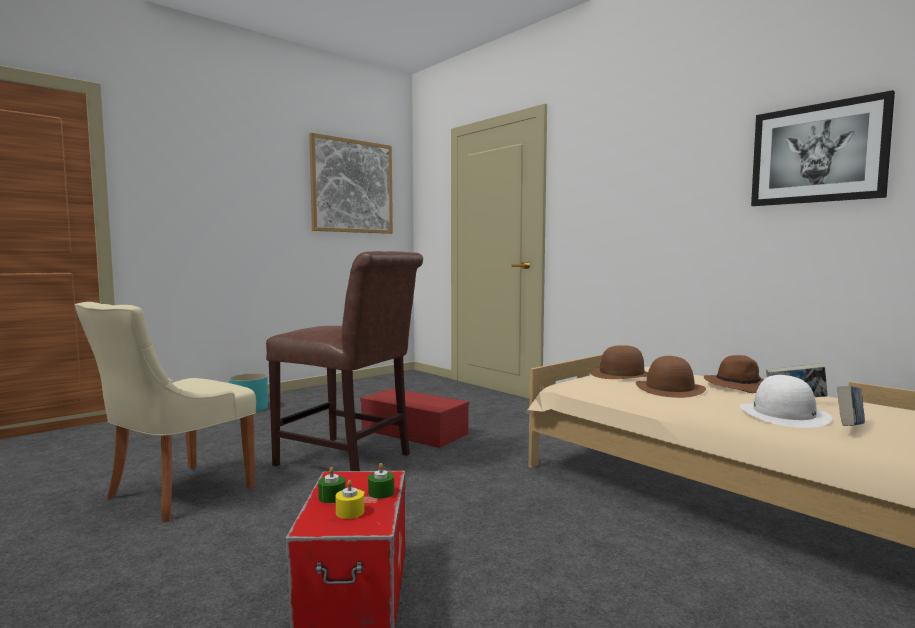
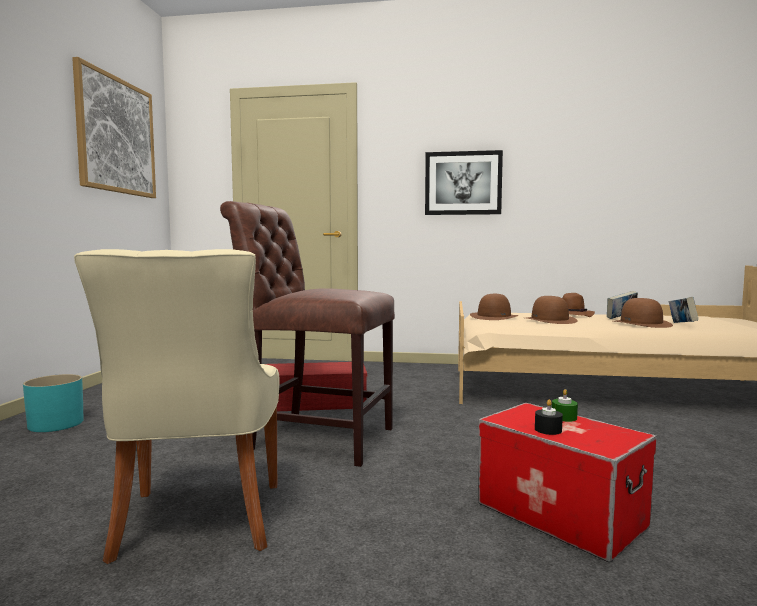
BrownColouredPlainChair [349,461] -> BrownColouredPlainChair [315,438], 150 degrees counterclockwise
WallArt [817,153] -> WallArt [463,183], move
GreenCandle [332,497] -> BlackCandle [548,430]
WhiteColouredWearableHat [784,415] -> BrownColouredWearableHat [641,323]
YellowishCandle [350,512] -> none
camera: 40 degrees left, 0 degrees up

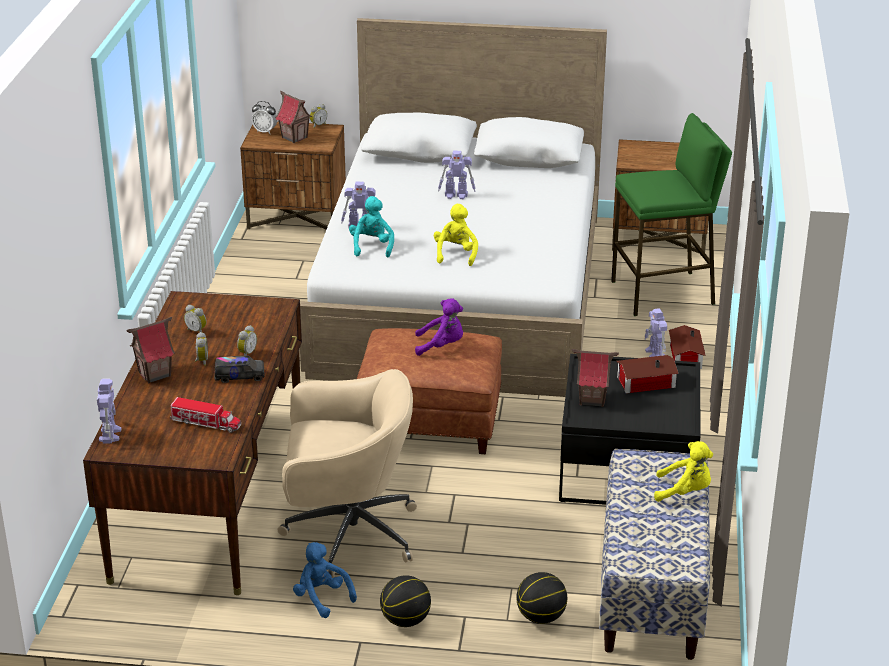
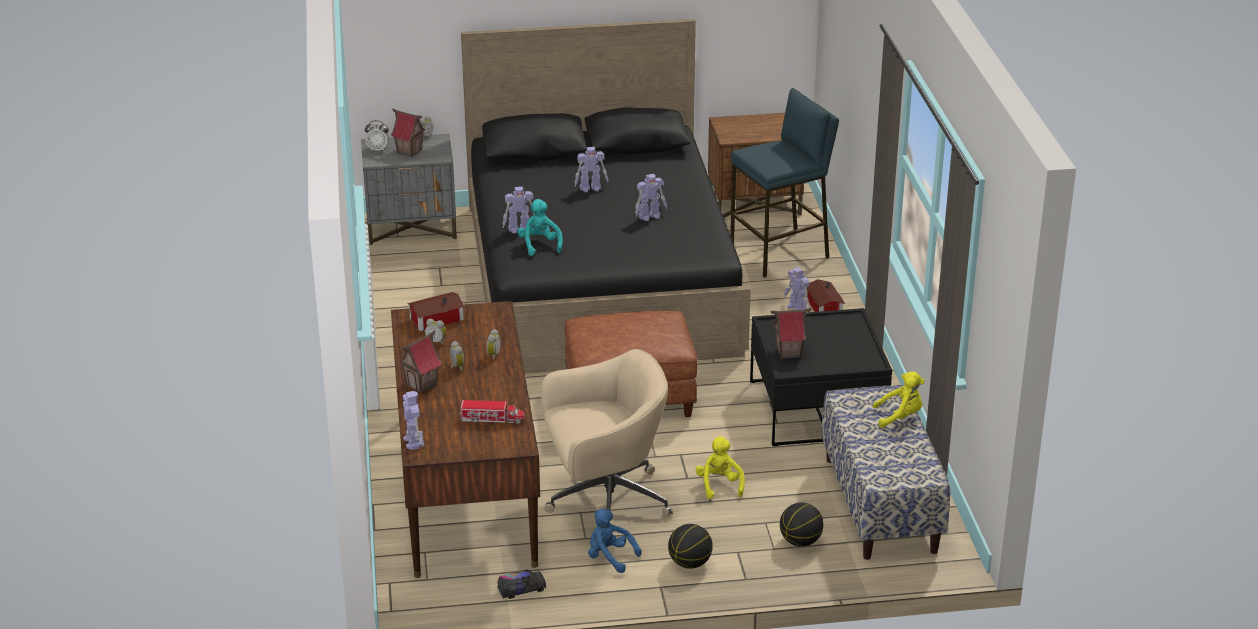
BrownColouredNightTable [297,217] -> GrayNightTable [412,227]
ModelHouse [644,381] -> ModelHouse [434,319], move
WhiteColouredBedroomBed [461,293] -> BlackBedroomBed [601,278]
ToyLorry [239,376] -> ToyLorry [521,590], move
none -> ModelRobot [650,216]
YellowishSoftToy [456,254] -> YellowishSoftToy [719,485], move
GreenStoolSeat [663,293] -> BlueStoolSeat [780,253]
PurpleColouredSoftToy [441,346] -> none
camera: 15 degrees left, 0 degrees up

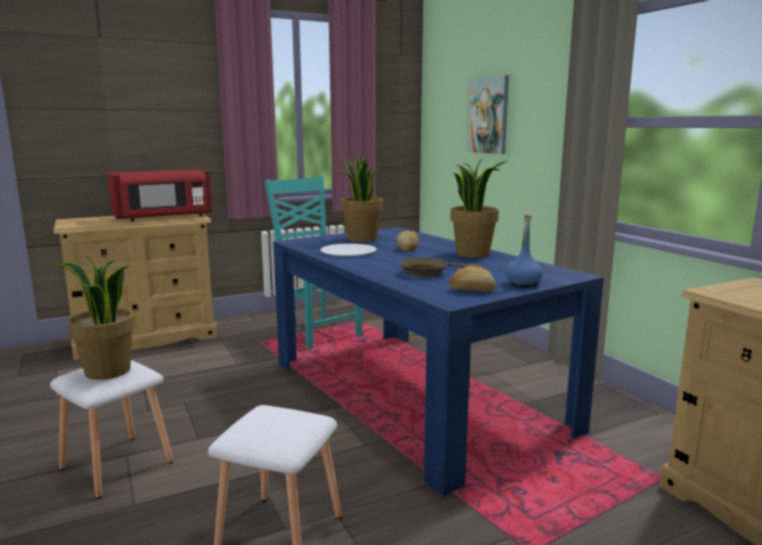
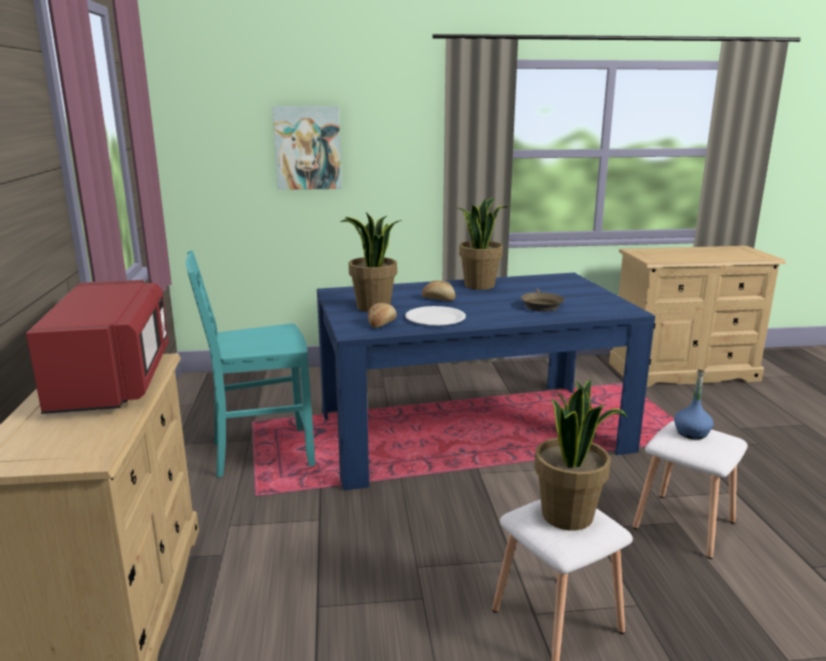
BakedBread [472,290] -> BakedBread [381,324], move
BlueBottle [523,284] -> BlueBottle [691,433], move
camera: 70 degrees left, 5 degrees up

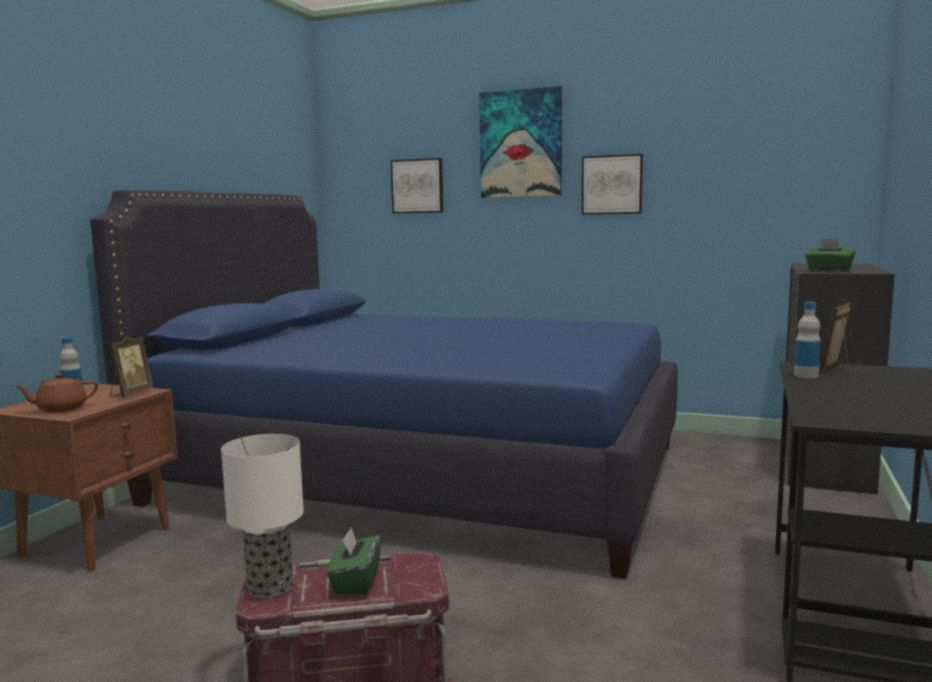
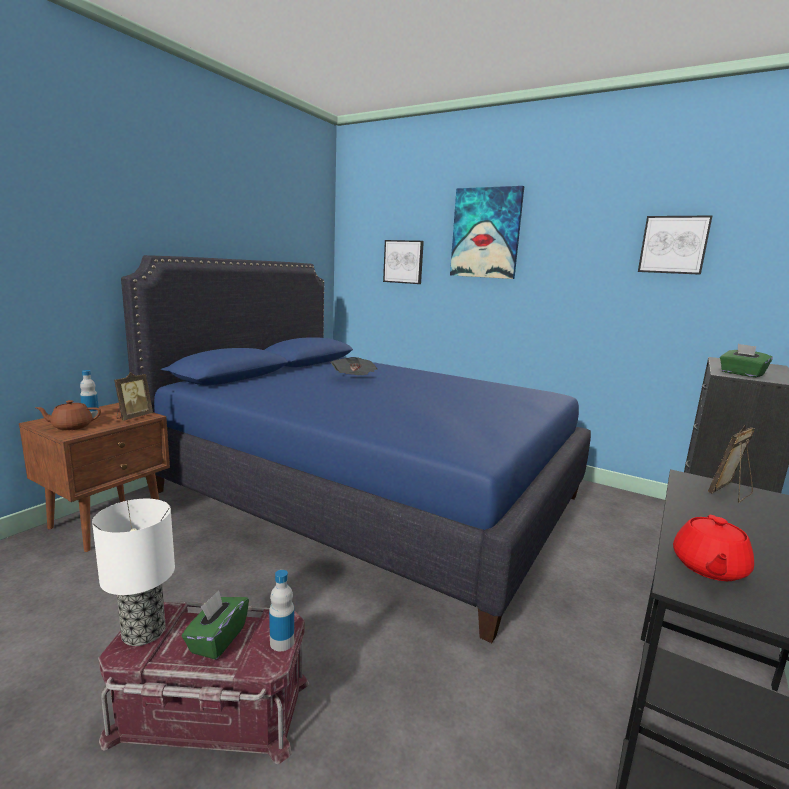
Bottle [806,375] -> Bottle [282,642], move
none -> Newspaper [354,379]
WallArt [612,185] -> WallArt [673,245], move
none -> ReddishPotForTea [708,568]
camera: 10 degrees right, 5 degrees up

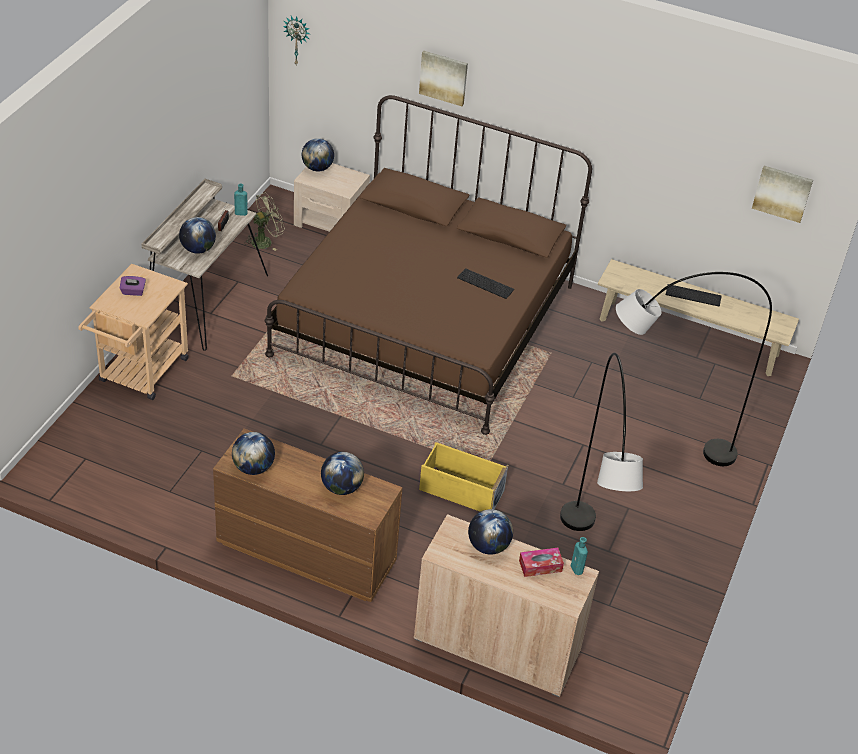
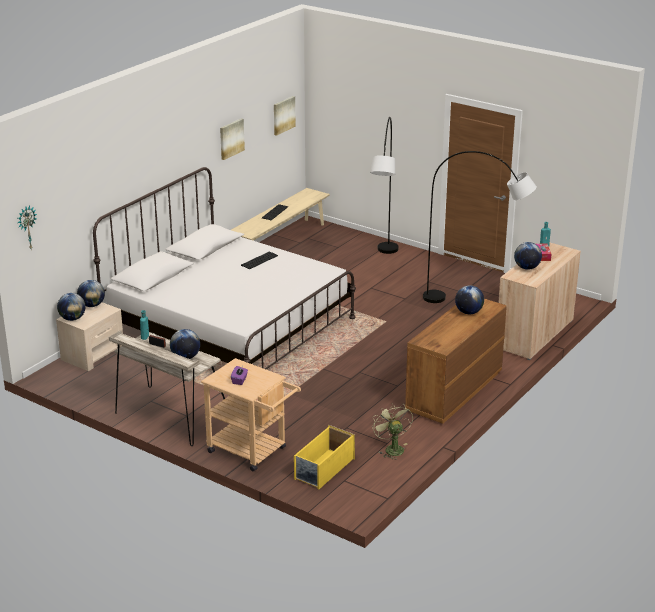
Globe [253,468] -> Globe [92,305], move
BrownColouredBedroomBed [425,320] -> WhiteColouredBedroomBed [229,327]
WallArt [443,77] -> WallArt [231,138], move
YellowishStorageBin [461,490] -> YellowishStorageBin [324,469], move
GreenFan [265,241] -> GreenFan [392,448], move
camera: 75 degrees left, 15 degrees down

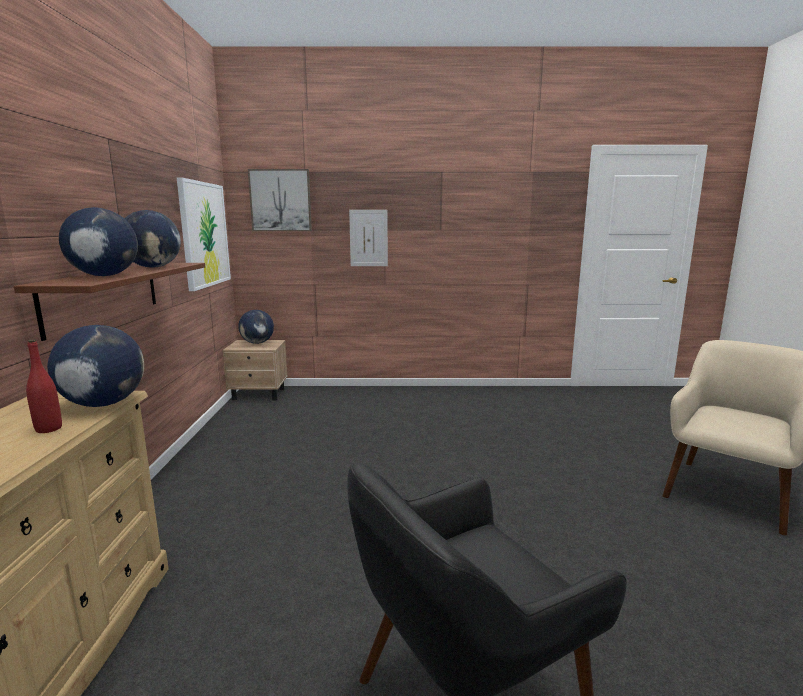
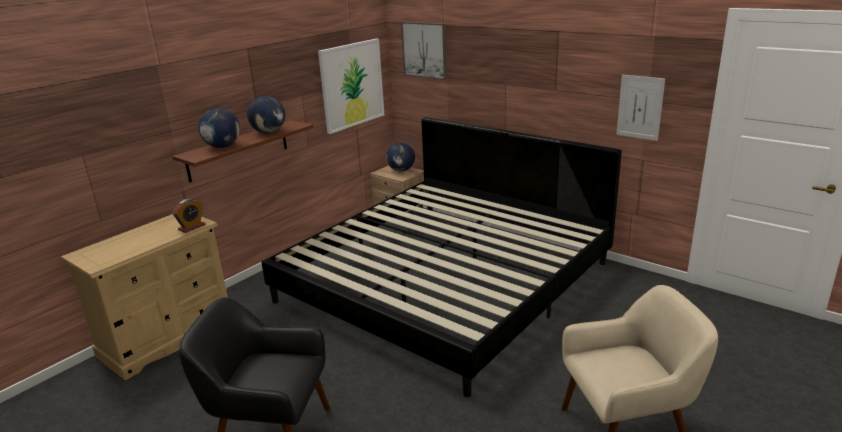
Globe [104,404] -> TableClock [191,227]
none -> BedroomBed [445,281]
WallArt [368,238] -> WallArt [640,107], move
ReddishBottle [49,429] -> none
camera: 40 degrees right, 10 degrees up

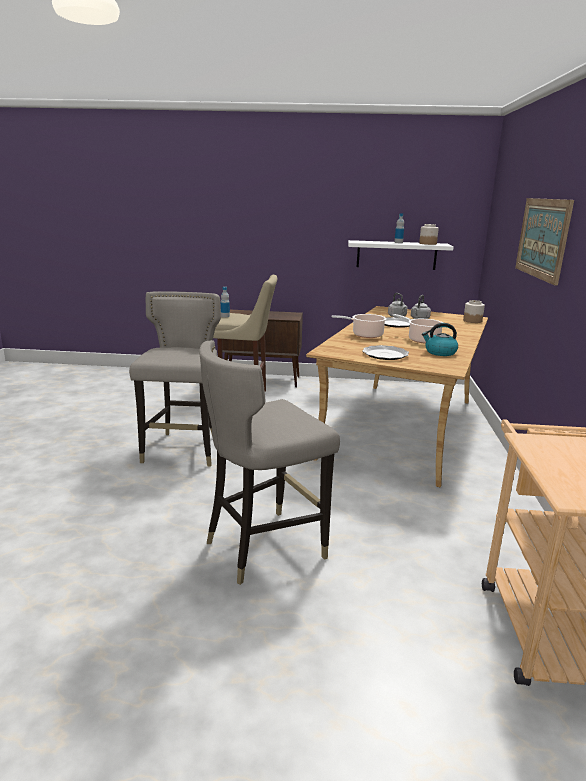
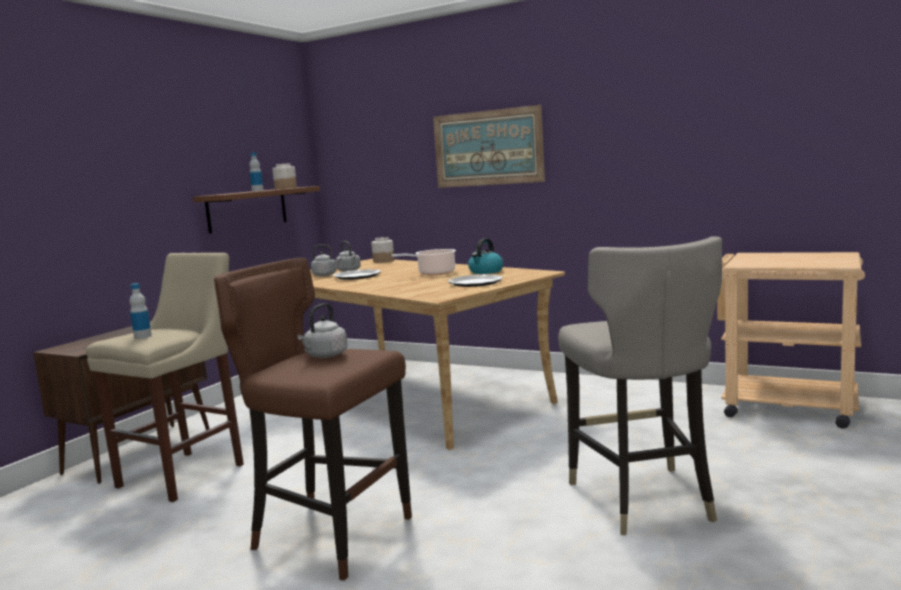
WhiteColouredShelf [396,255] -> BrownColouredShelf [247,209]
GrayStoolSeat [184,449] -> BrownColouredStoolSeat [330,536]
none -> GrayKettle [325,356]
Saucepot [365,335] -> none
camera: 65 degrees left, 10 degrees down

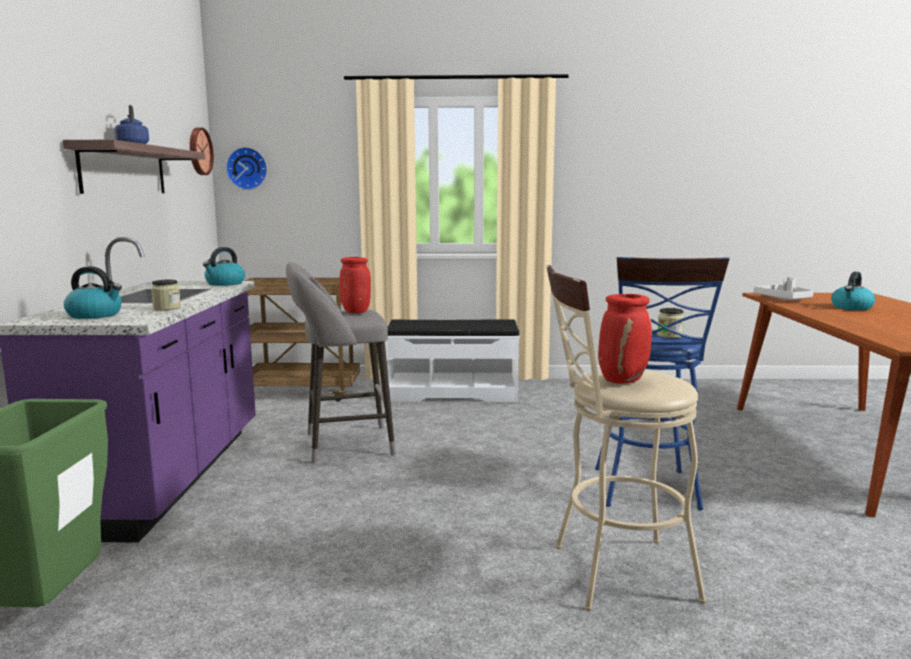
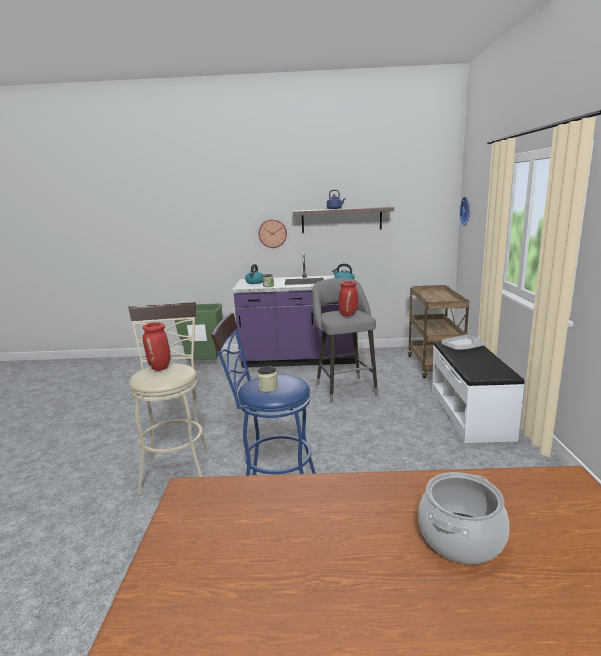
HangingClock [199,151] -> HangingClock [272,233], move
Kettle [851,308] -> Saucepot [461,538]
GrayTray [784,299] -> GrayTray [462,347], move
camera: 90 degrees right, 5 degrees up

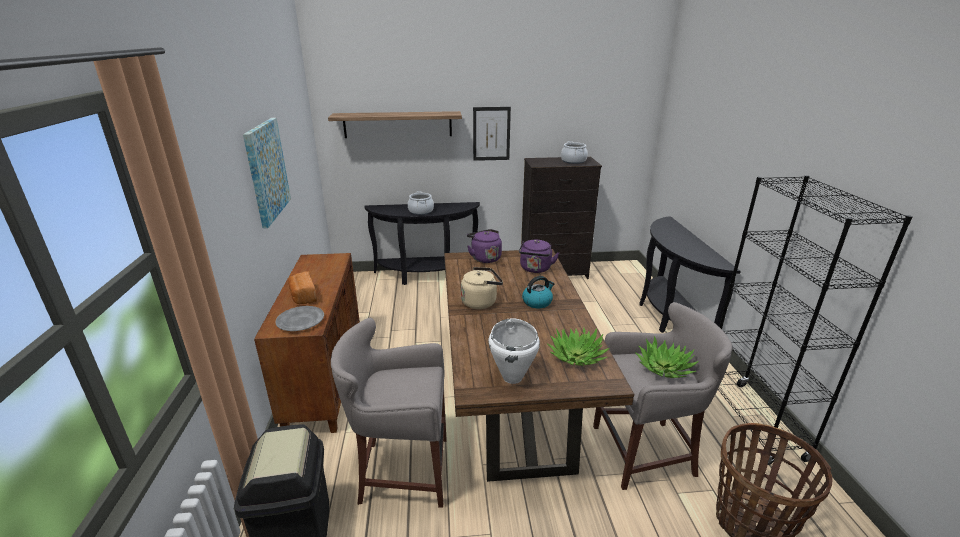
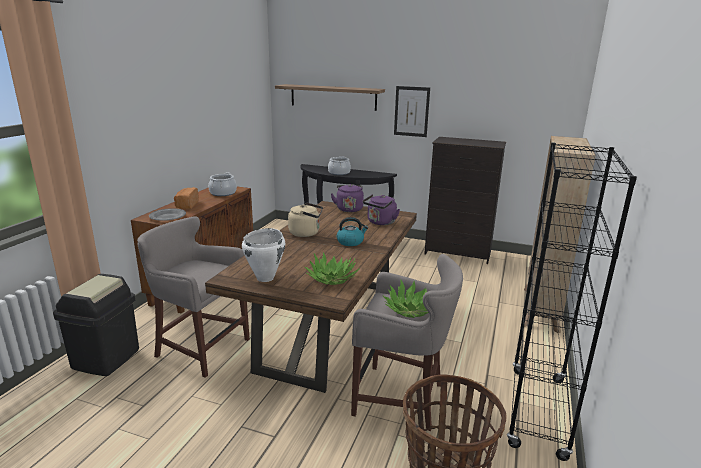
Saucepot [573,161] -> Saucepot [223,193], move
BlackHallTable [668,316] -> SandColouredBookcase [540,310]
WallArt [266,170] -> none
camera: 25 degrees right, 5 degrees down

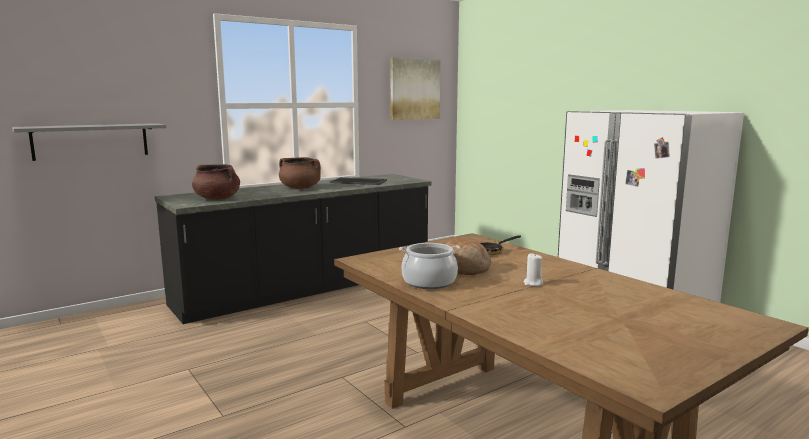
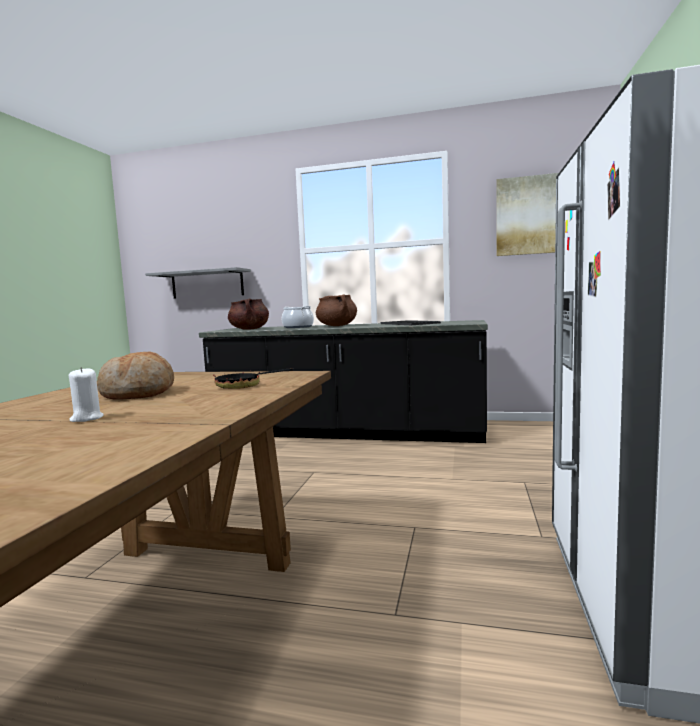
Saucepot [429,282] -> Saucepot [298,327], move
camera: 50 degrees right, 5 degrees down

